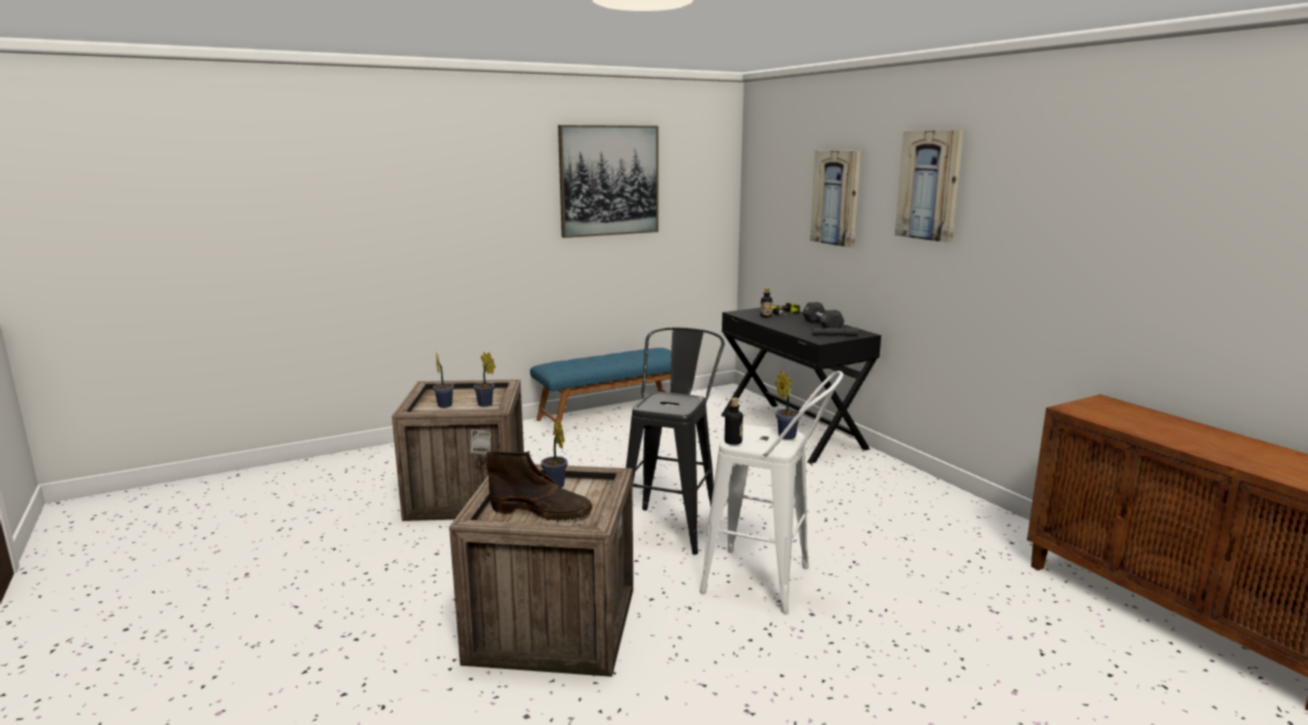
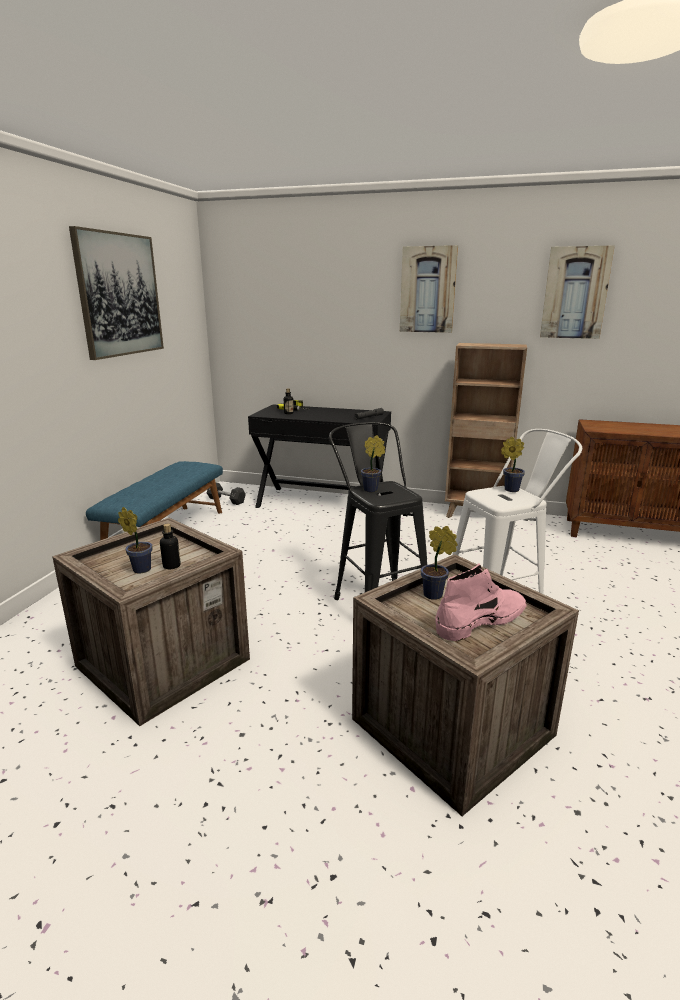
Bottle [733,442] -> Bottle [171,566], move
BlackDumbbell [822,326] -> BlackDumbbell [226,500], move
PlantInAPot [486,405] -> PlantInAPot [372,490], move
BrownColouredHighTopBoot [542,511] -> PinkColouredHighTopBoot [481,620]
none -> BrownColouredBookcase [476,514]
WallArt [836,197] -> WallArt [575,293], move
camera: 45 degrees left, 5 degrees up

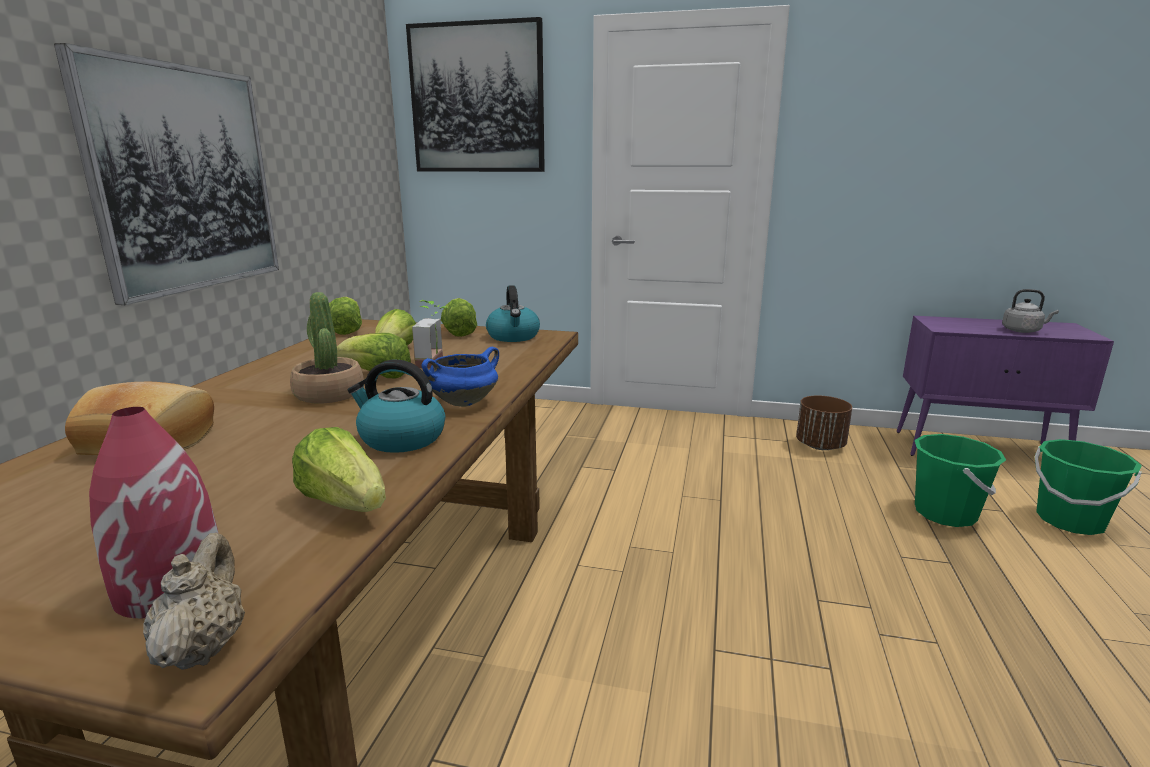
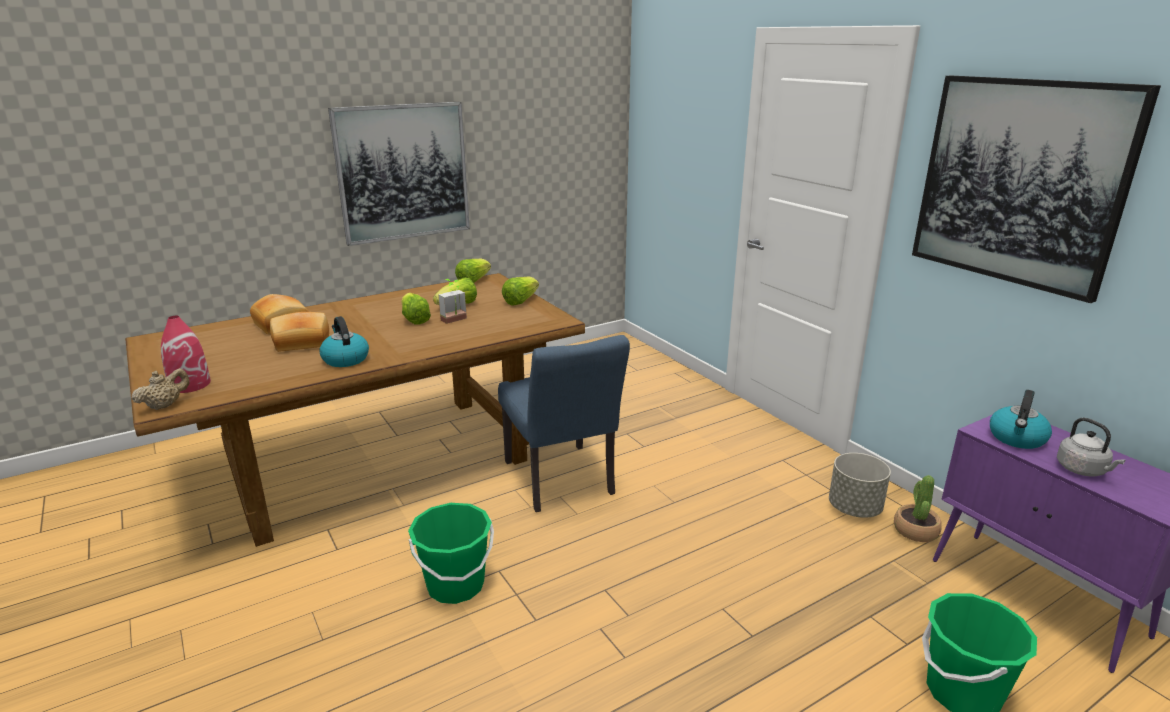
none -> BakedBread [302,343]
GreenPail [945,514] -> GreenPail [455,585], move
none -> BluePlainChair [562,482]
BrownColouredPlantPot [820,446] -> GrayPlantPot [854,509]
PlantInAPot [329,394] -> PlantInAPot [915,530], move
WallArt [477,99] -> WallArt [1019,182], move
Kettle [513,337] -> Kettle [1017,438], move
HeadOfLettuce [345,503] -> none
BlueSaucepot [464,402] -> none
camera: 45 degrees right, 5 degrees up

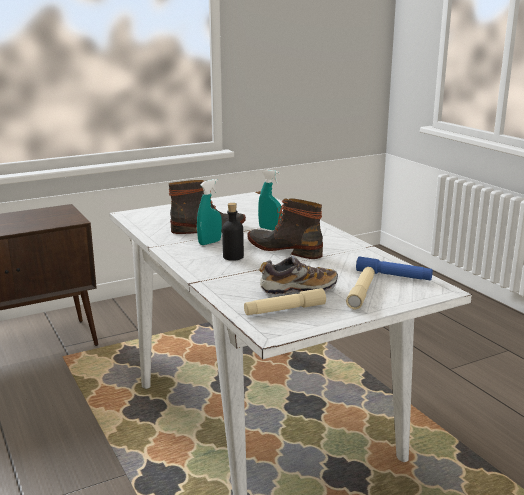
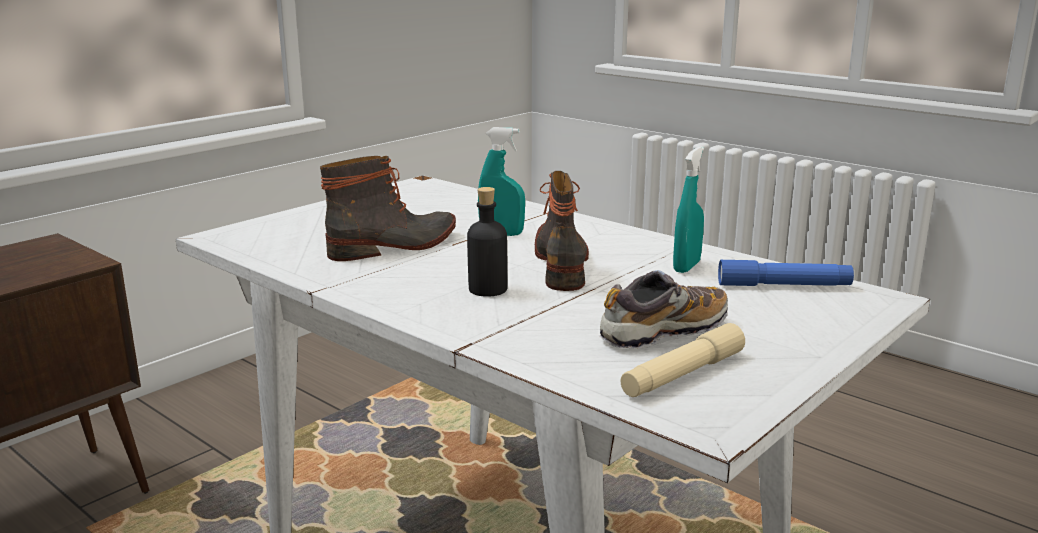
HighTopBoot [285,249] -> HighTopBoot [563,263], 75 degrees clockwise
TurquoiseColouredHandSprayer [210,242] -> TurquoiseColouredHandSprayer [686,267], move
SandColouredFlashlight [361,293] -> none
camera: 20 degrees left, 0 degrees up

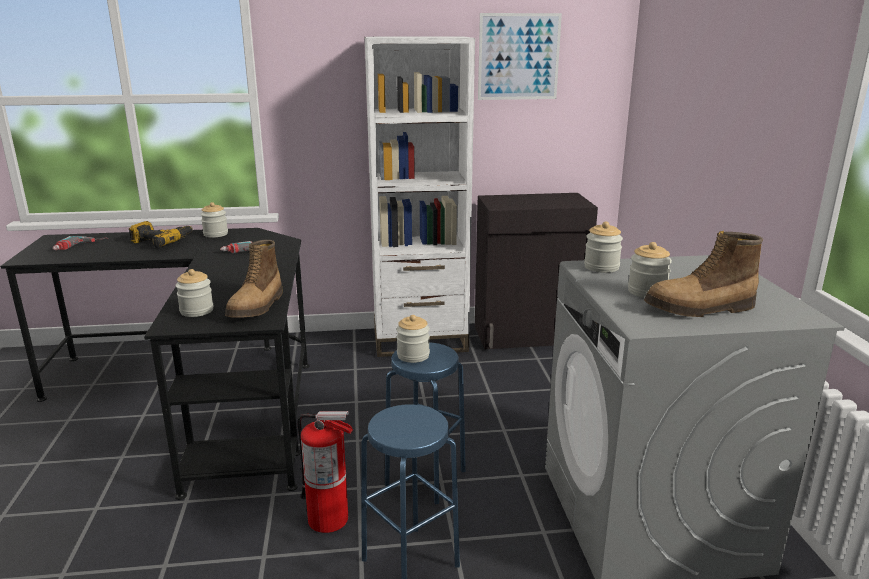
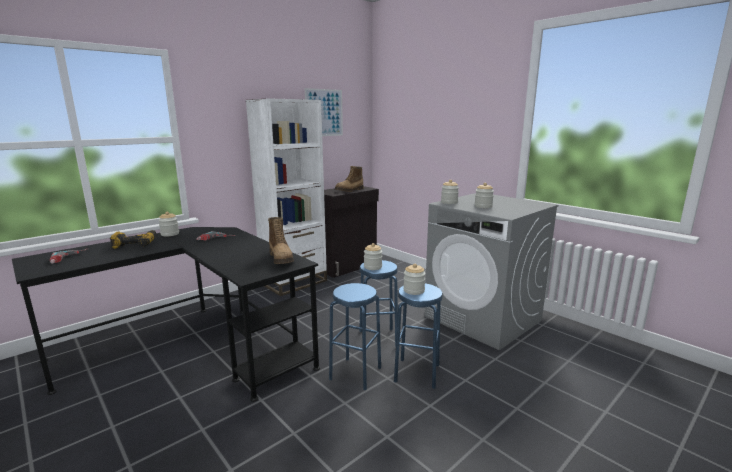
FireFightingCylinder [329,519] -> BlueStoolSeat [355,373]
HighTopBoot [700,309] -> HighTopBoot [350,190], move
PreserveJar [197,311] -> PreserveJar [414,290], move
camera: 35 degrees left, 5 degrees down

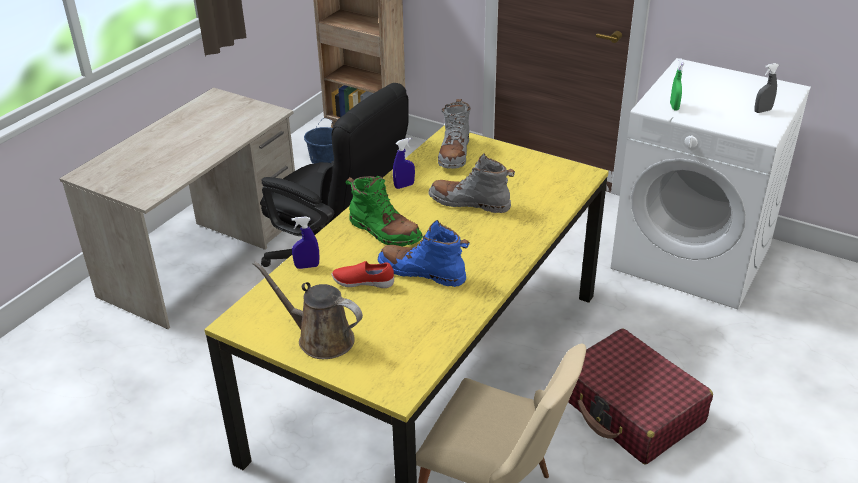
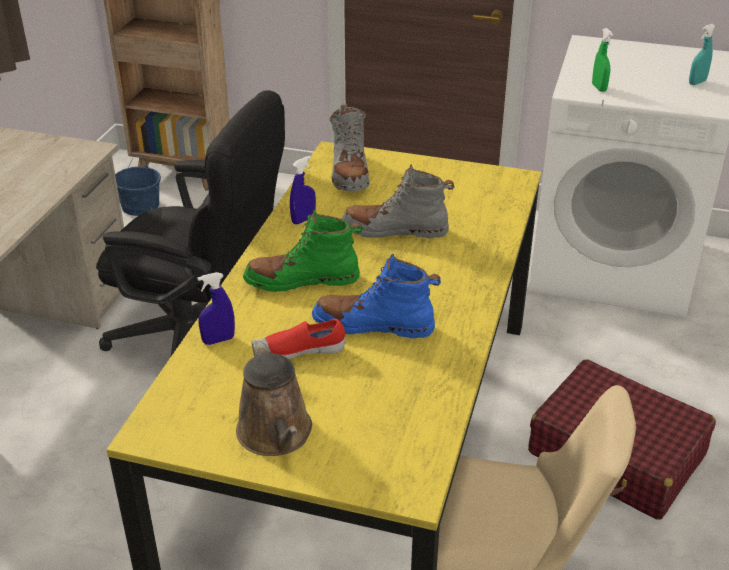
BrownColouredWateringCan [320,338] -> BrownColouredWateringCan [276,435], 120 degrees counterclockwise
GreenHighTopBoot [384,231] -> GreenHighTopBoot [302,280], 150 degrees clockwise
GrayHandSprayer [762,111] -> TurquoiseColouredHandSprayer [697,82]
camera: 15 degrees left, 0 degrees up

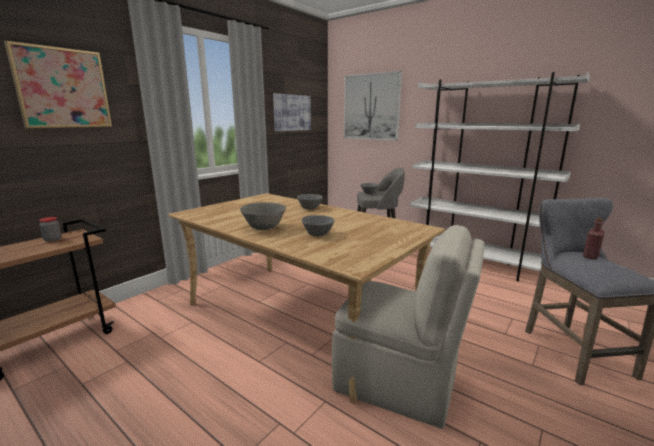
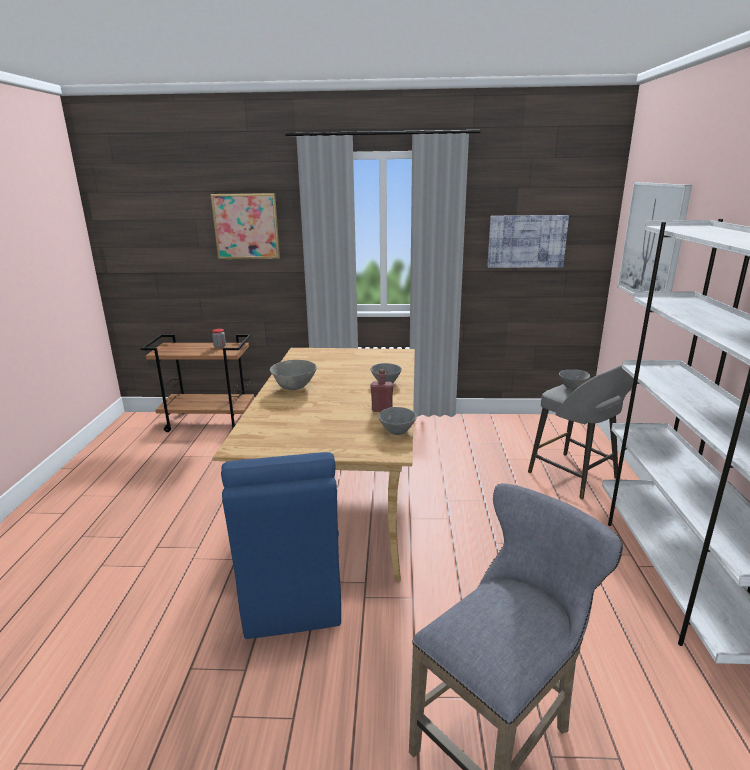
SandColouredPlainChair [399,382] -> BluePlainChair [291,592]
ReddishBottle [590,256] -> ReddishBottle [382,409], move
GrayBowl [317,234] -> GrayBowl [396,431], move
camera: 55 degrees right, 5 degrees up

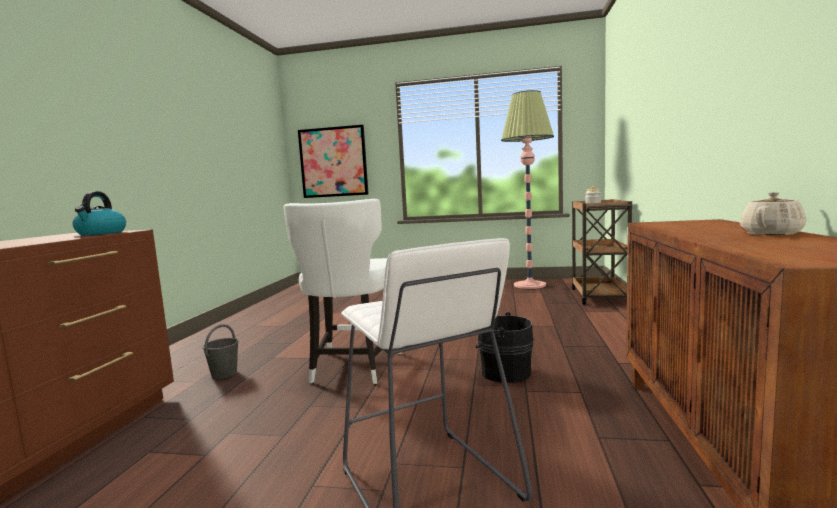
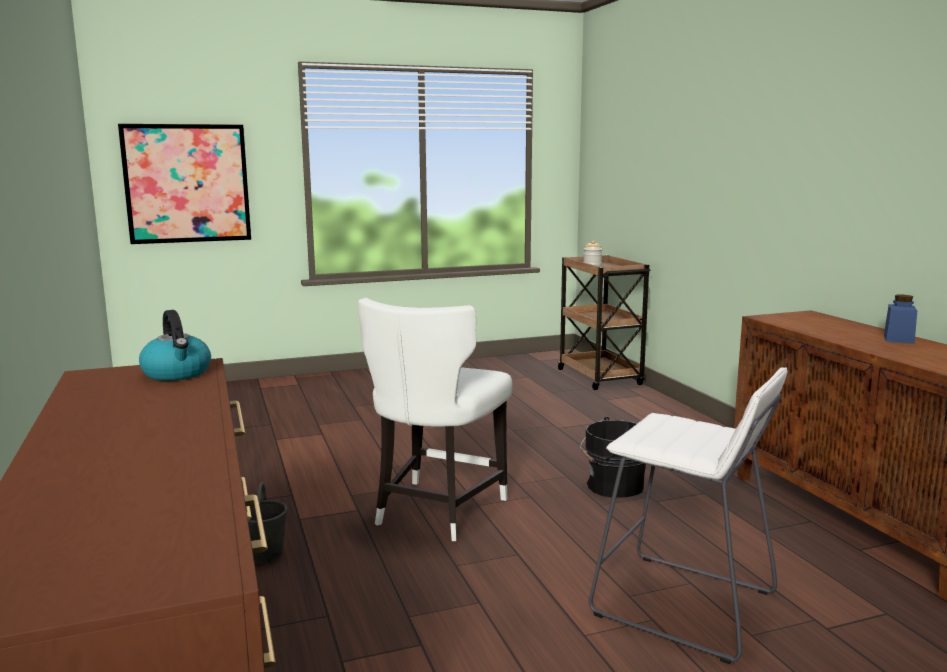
WhiteColouredPlainChair [353,367] -> WhiteColouredPlainChair [436,511], 45 degrees clockwise
SandColouredPotForTea [771,233] -> BluePreserveJar [898,339]
StandardLamp [529,285] -> none
camera: 30 degrees left, 5 degrees up

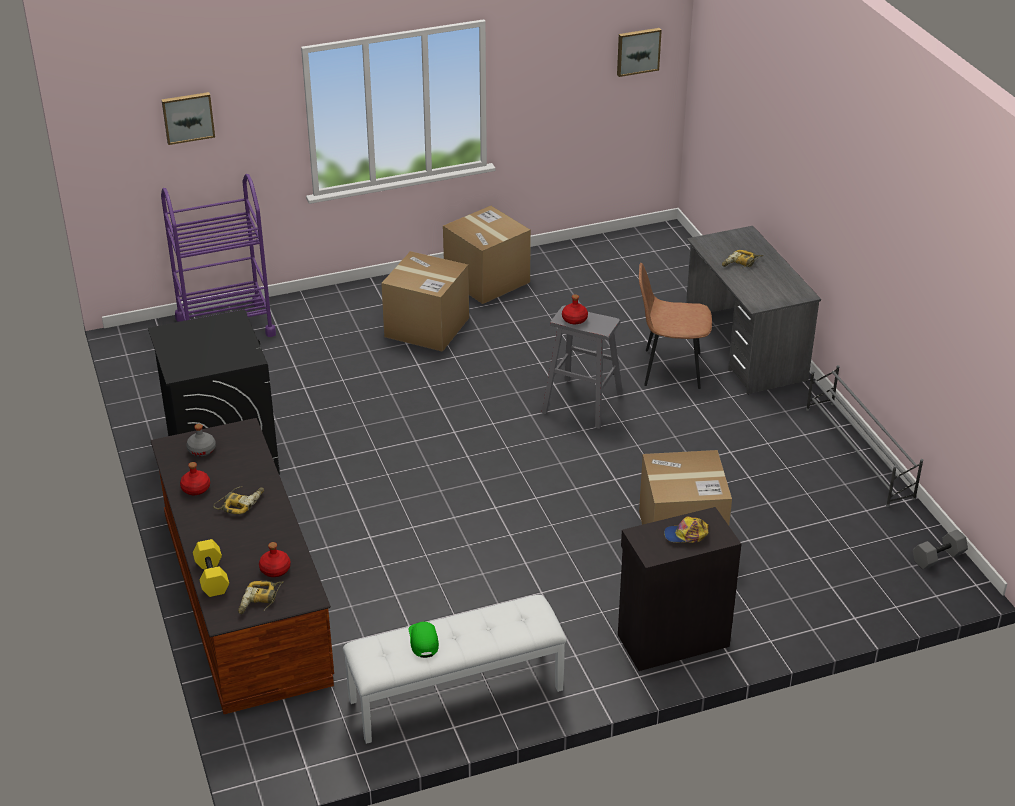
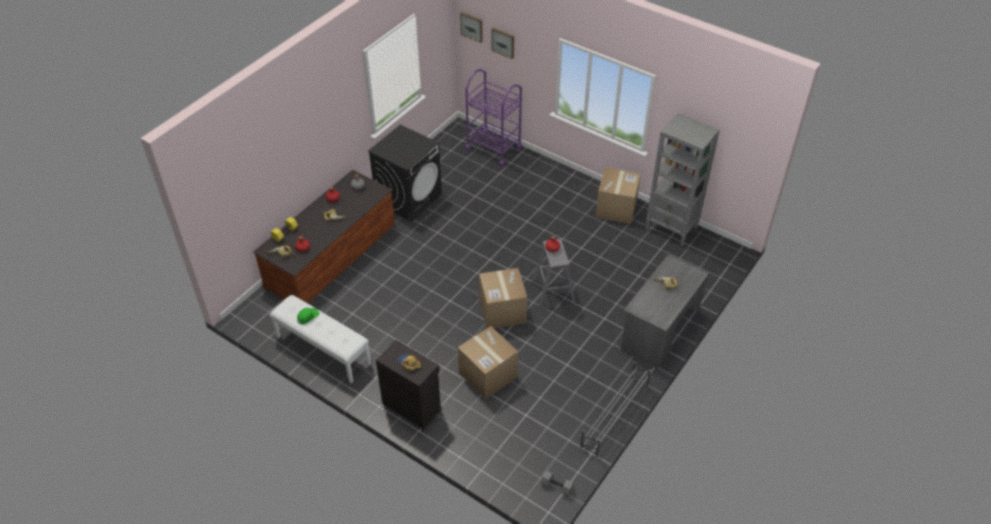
WallArt [638,51] -> WallArt [472,26], move
CardboardBox [427,327] -> CardboardBox [502,311], move
none -> GrayBookcase [671,229]
BrownColouredPlainChair [670,369] -> none
camera: 55 degrees right, 10 degrees up

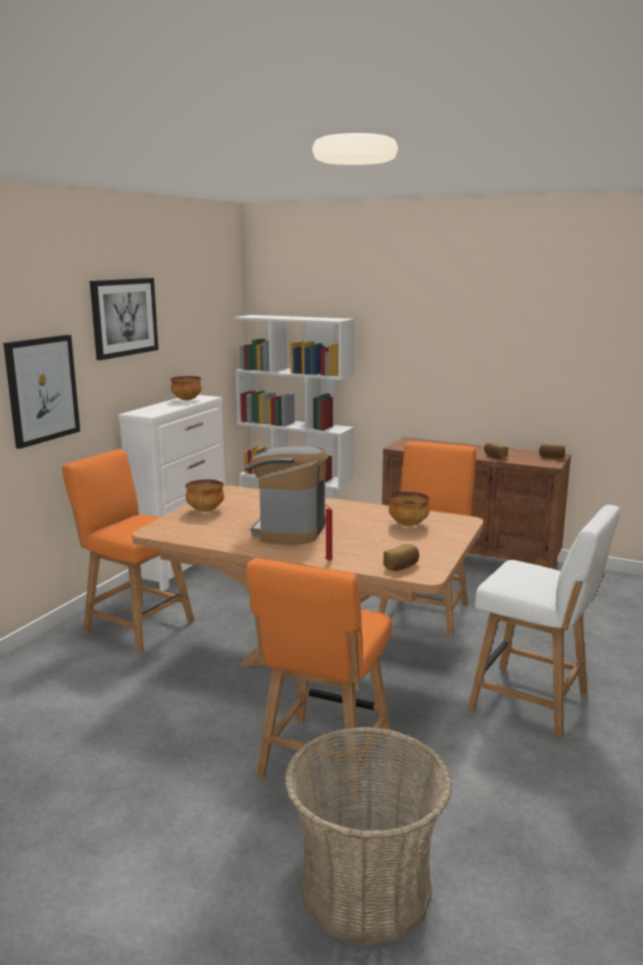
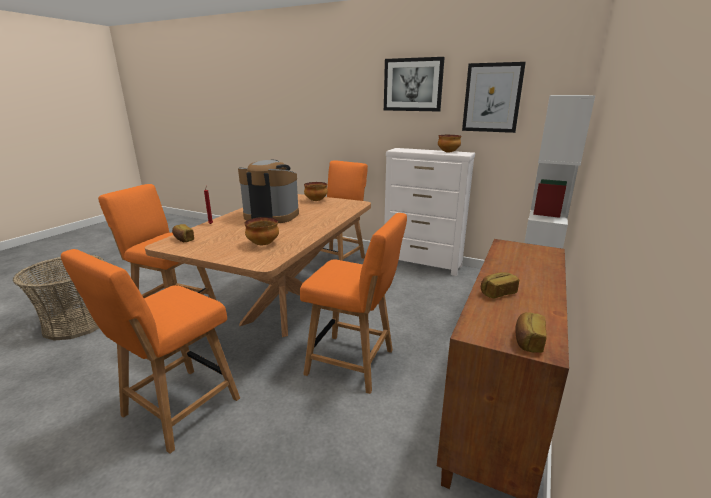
WhiteColouredPlainChair [535,702] -> OrangePlainChair [176,410]
WallArt [42,389] -> WallArt [492,98], move
camera: 90 degrees right, 5 degrees up

